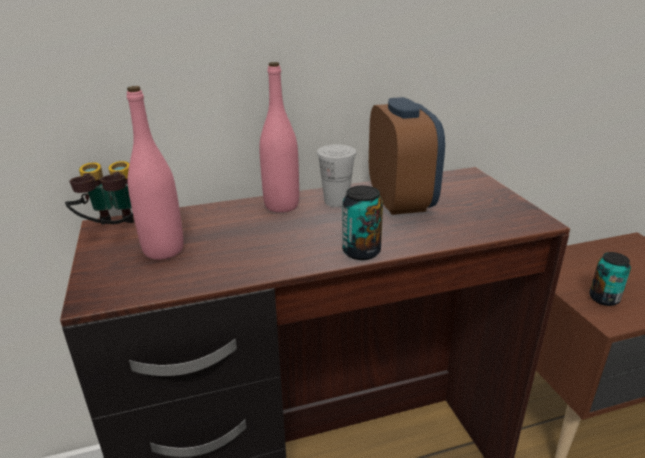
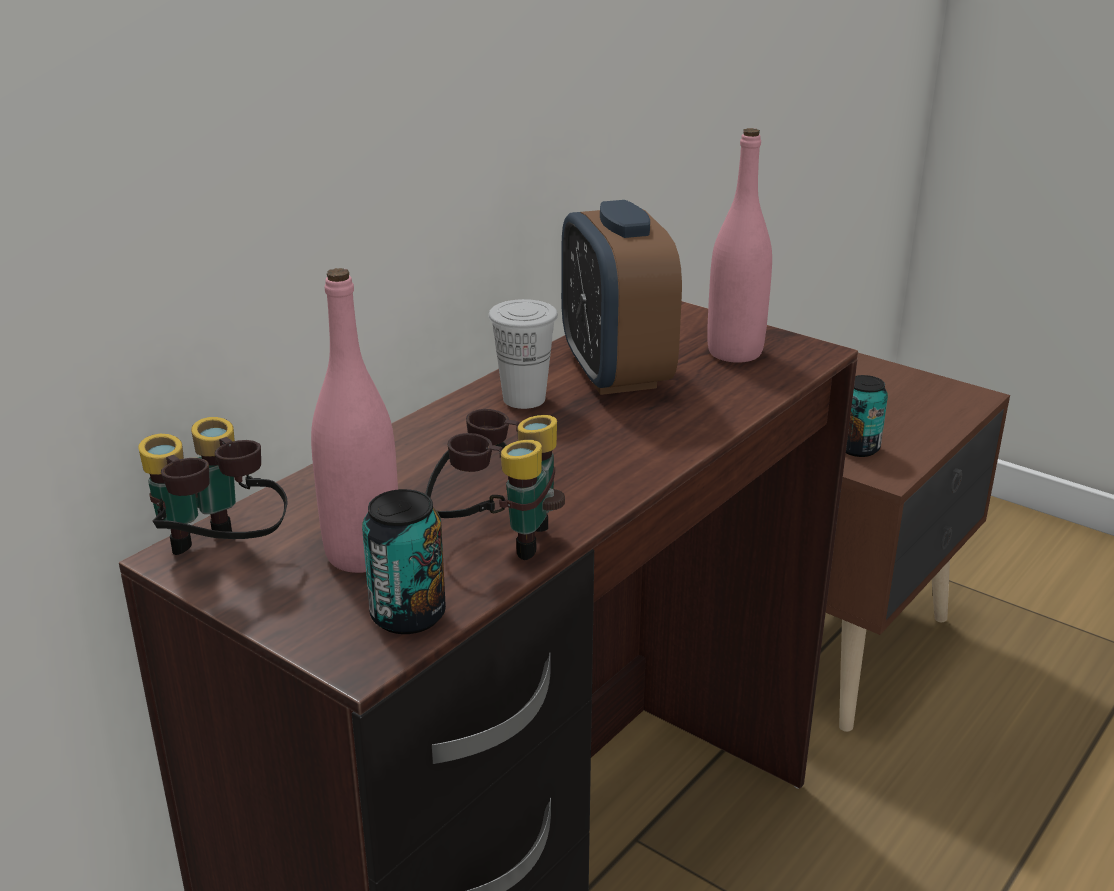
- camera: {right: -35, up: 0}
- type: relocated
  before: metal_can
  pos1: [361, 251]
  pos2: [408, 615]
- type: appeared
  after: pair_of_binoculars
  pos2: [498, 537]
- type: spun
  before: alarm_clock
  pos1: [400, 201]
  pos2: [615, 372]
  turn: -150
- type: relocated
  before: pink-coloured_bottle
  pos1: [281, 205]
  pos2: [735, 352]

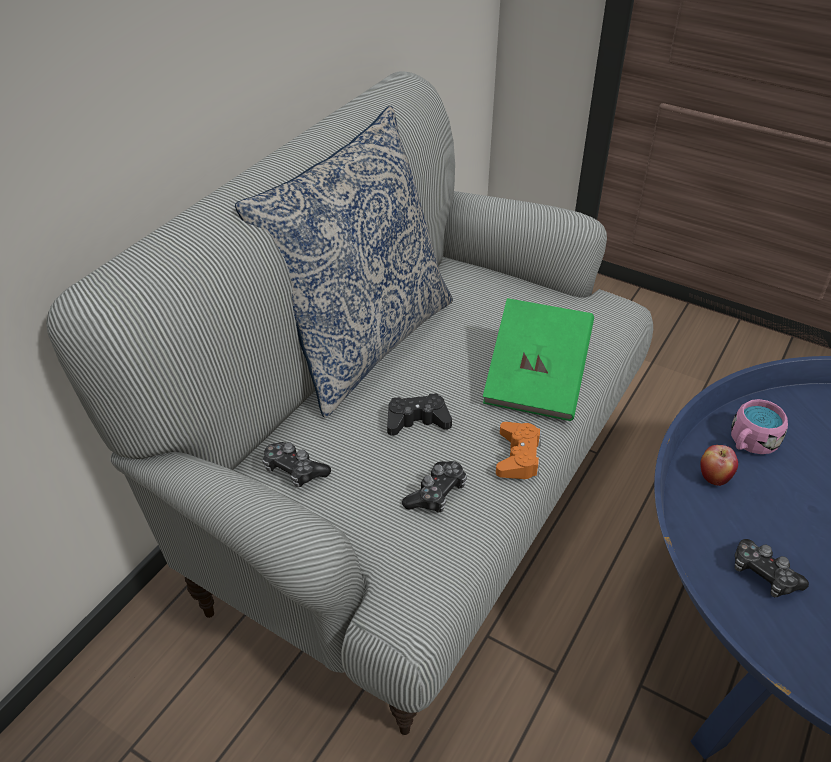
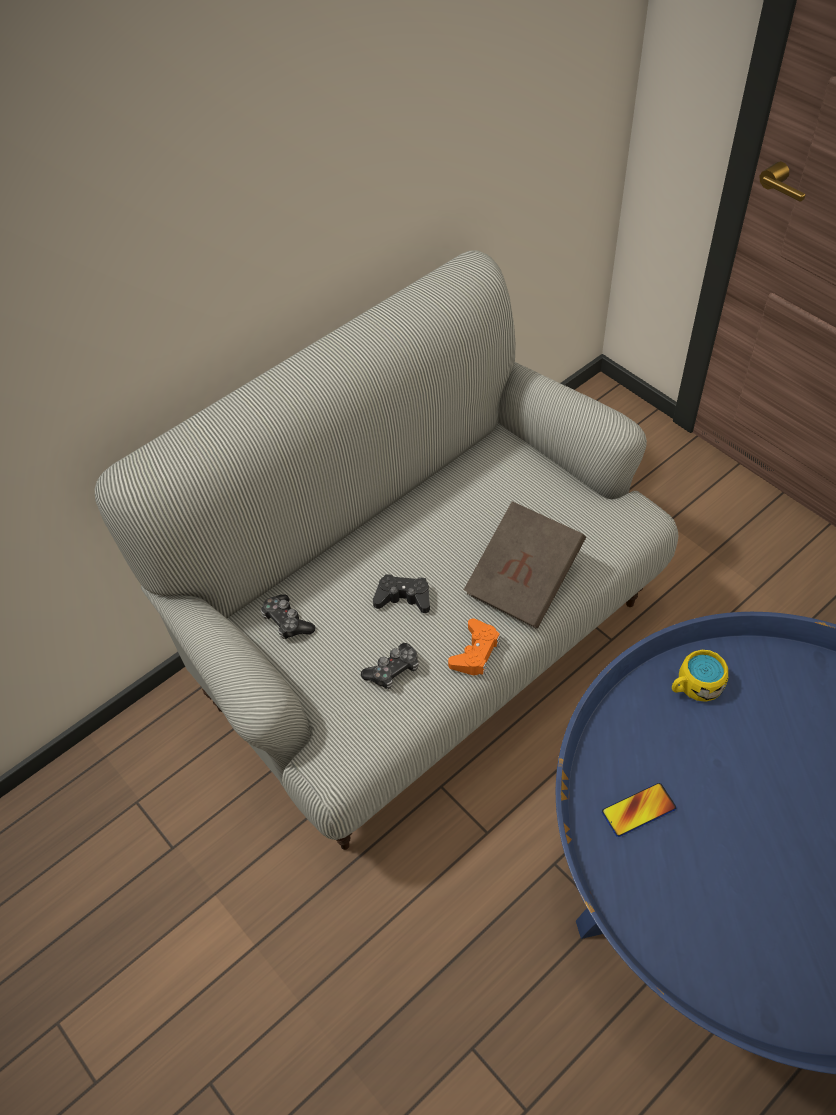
- camera: {right: 20, up: 10}
- type: colour
  before: green-coloured_volume
  after: brownish_volume
  pos1: [536, 381]
  pos2: [524, 581]
- type: exchanged
  before: joypad
  after: handset
  pos1: [763, 575]
  pos2: [638, 810]
- type: colour
  before: pink-coloured_tea_mug
  after: yellow-coloured_tea_mug
  pos1: [750, 443]
  pos2: [694, 686]
- type: missing
  before: cushion
  pos1: [363, 342]
- type: missing
  before: apple
  pos1: [713, 477]

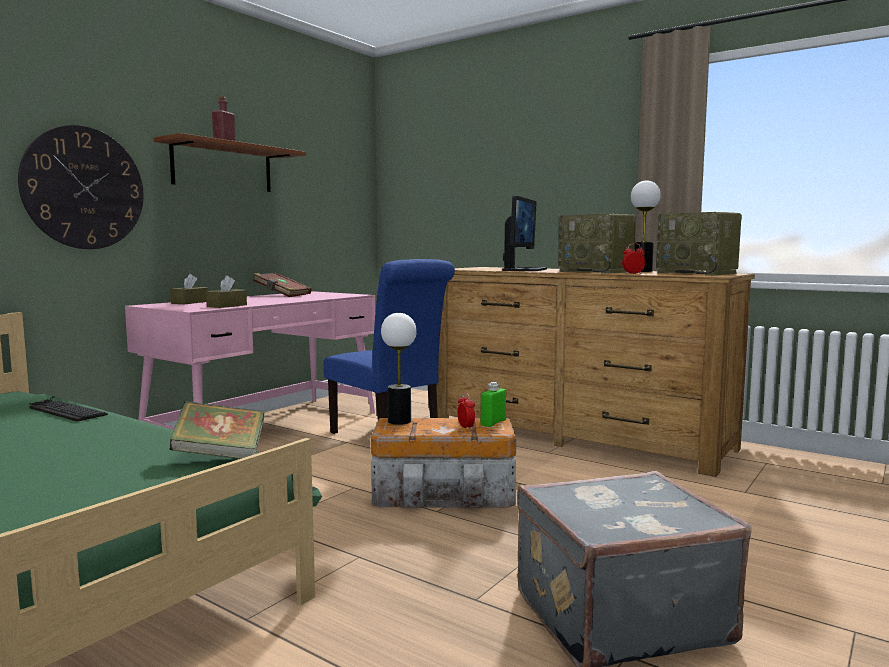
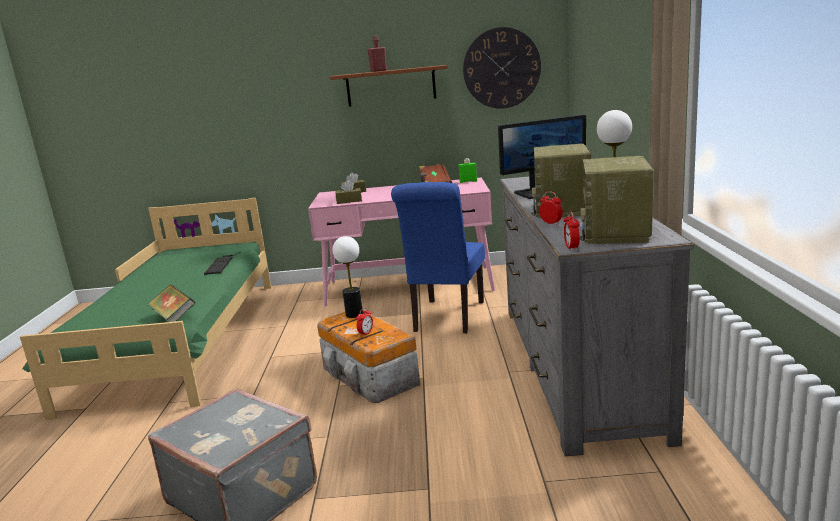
- camera: {right: 55, up: 10}
- type: relocated
  before: green-coloured_bottle
  pos1: [493, 423]
  pos2: [468, 181]
- type: relocated
  before: clock_on_the_wall
  pos1: [84, 188]
  pos2: [501, 68]
- type: colour
  before: brownish_drawer_chest
  after: grey_drawer_chest
  pos1: [577, 435]
  pos2: [576, 365]
- type: appeared
  after: alarm_clock
  pos2: [571, 248]

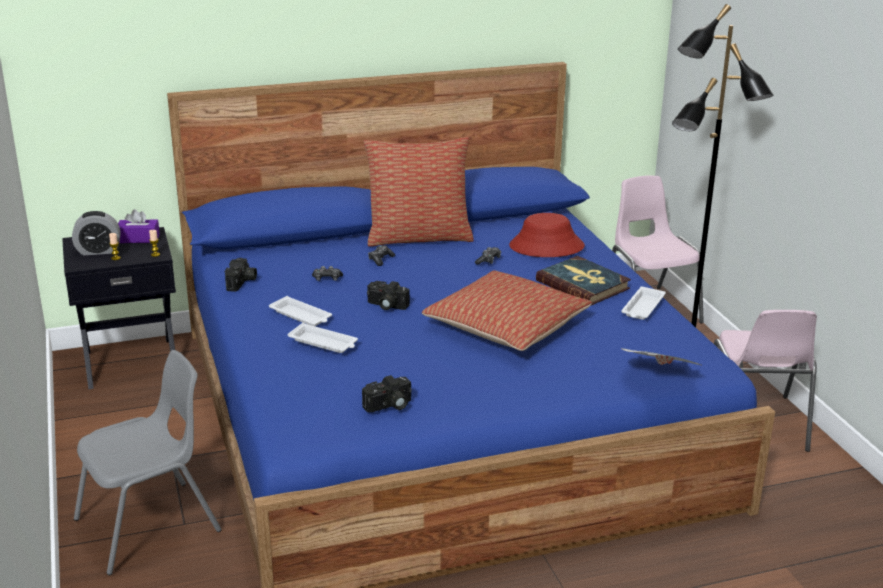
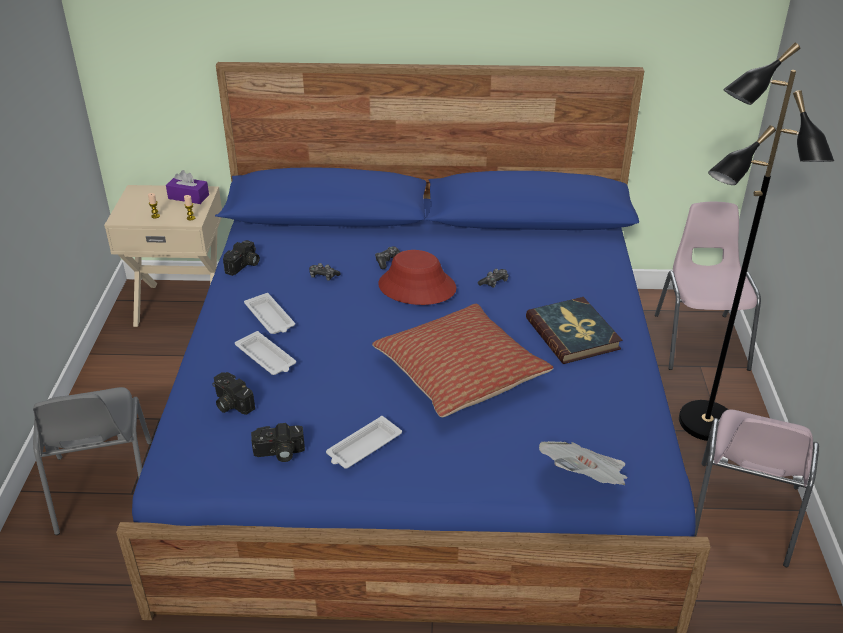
- camera: {right: 20, up: 10}
- type: spun
  before: grey_upright_chair
  pos1: [150, 526]
  pos2: [103, 488]
  turn: 90
- type: colour
  before: black_bedside_table
  after: beige_bedside_table
  pos1: [131, 361]
  pos2: [182, 304]
- type: relocated
  before: still_camera
  pos1: [386, 305]
  pos2: [230, 403]
- type: relocated
  before: white-coloured_tray
  pos1: [642, 307]
  pos2: [363, 447]
- type: relocated
  before: reddish_wearable_hat
  pos1: [546, 246]
  pos2: [416, 287]
- type: missing
  before: alarm_clock
  pos1: [98, 251]
- type: missing
  before: cushion
  pos1: [418, 237]

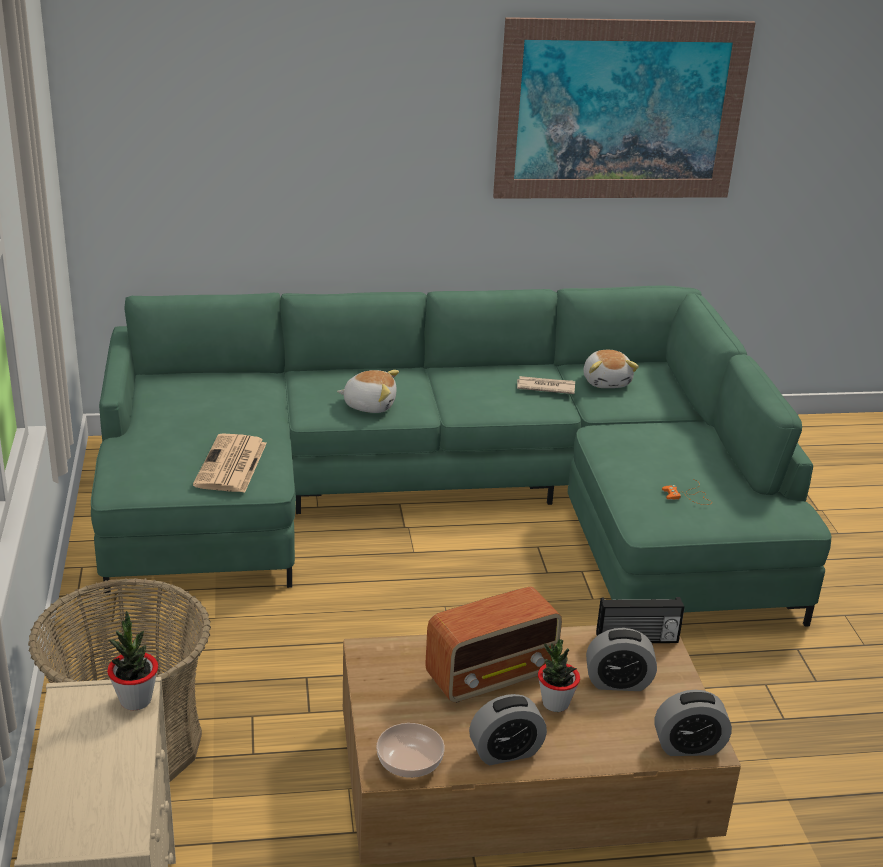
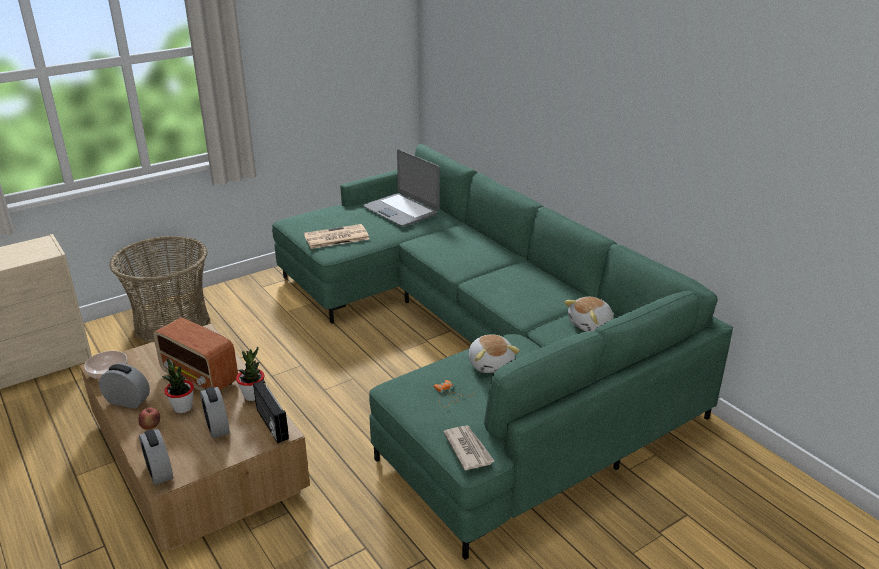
- camera: {right: 65, up: 0}
- type: spun
  before: alarm_clock
  pos1: [505, 752]
  pos2: [127, 401]
  turn: 150
- type: appeared
  after: apple
  pos2: [151, 427]
- type: relocated
  before: potted_plant
  pos1: [135, 700]
  pos2: [253, 395]
- type: appeared
  after: portable_computer
  pos2: [401, 210]
- type: relocated
  before: printed_paper
  pos1: [545, 387]
  pos2: [468, 449]
- type: relocated
  before: plush_toy
  pos1: [369, 405]
  pos2: [491, 363]
- type: missing
  before: picture
  pos1: [620, 110]

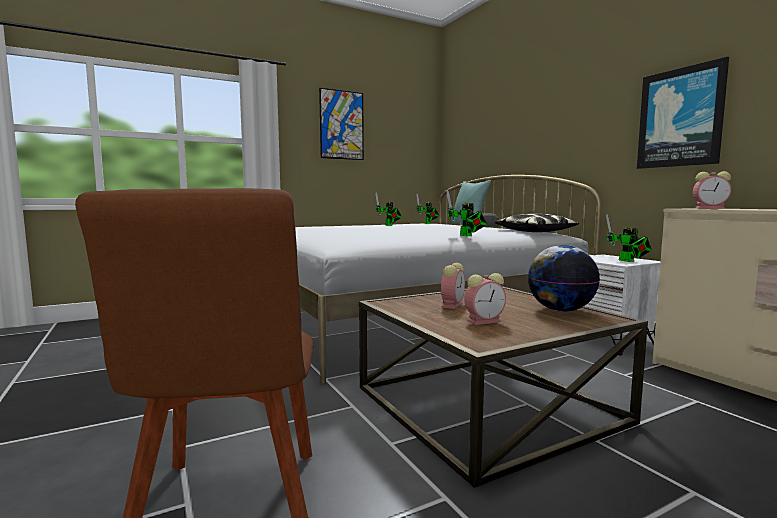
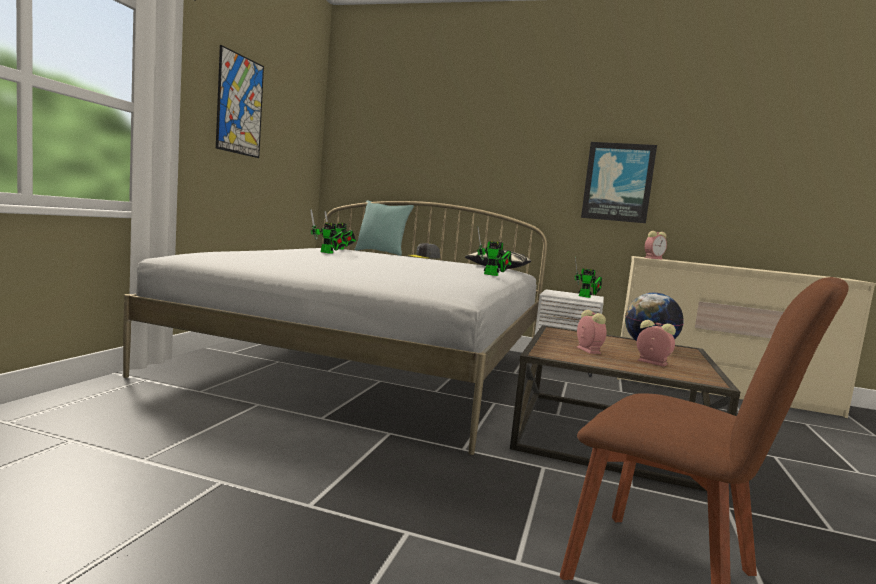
- camera: {right: -45, up: 0}
- type: spun
  before: alarm_clock
  pos1: [485, 321]
  pos2: [651, 362]
  turn: -75

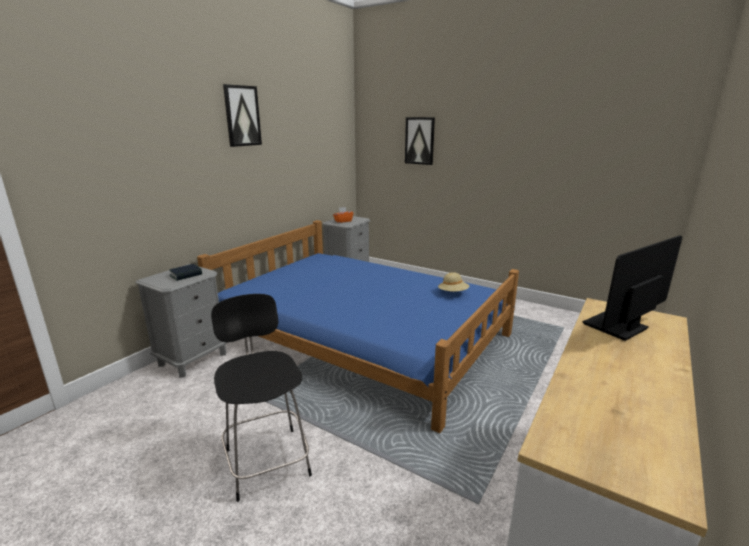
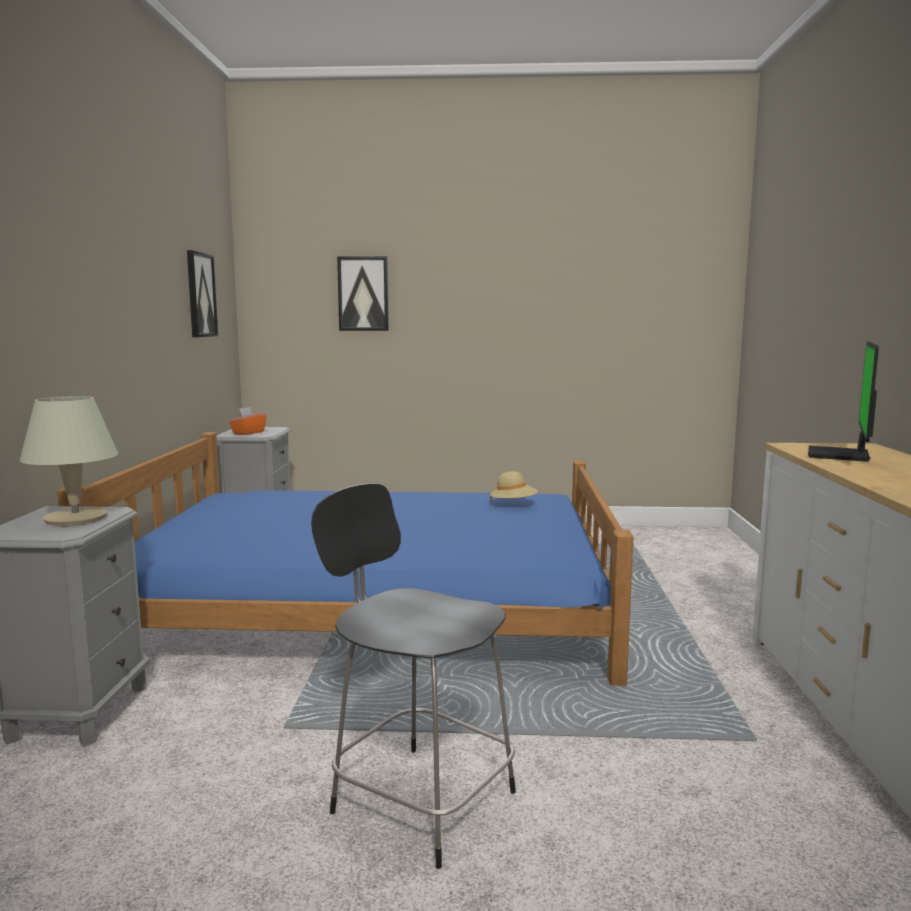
- camera: {right: -30, up: -10}
- type: exchanged
  before: volume
  after: beige_tabletop_lamp
  pos1: [186, 275]
  pos2: [76, 518]
- type: relocated
  before: picture
  pos1: [242, 116]
  pos2: [200, 295]

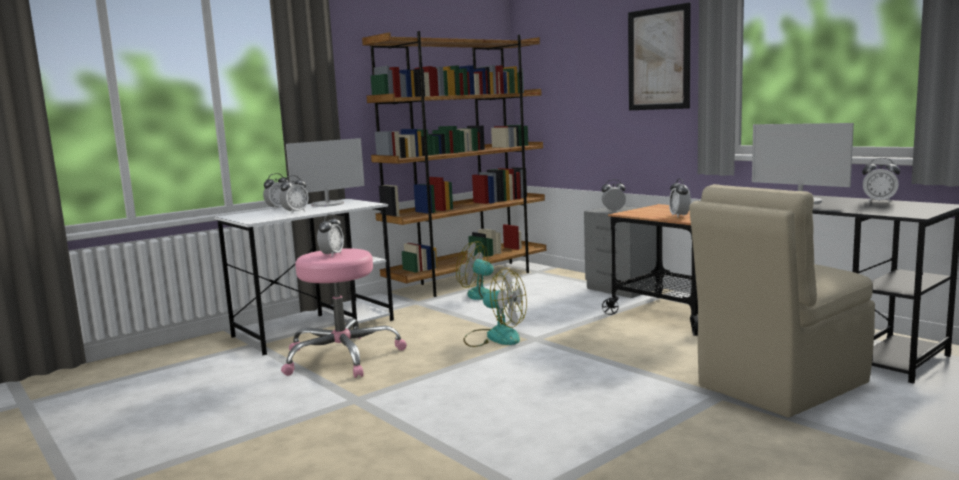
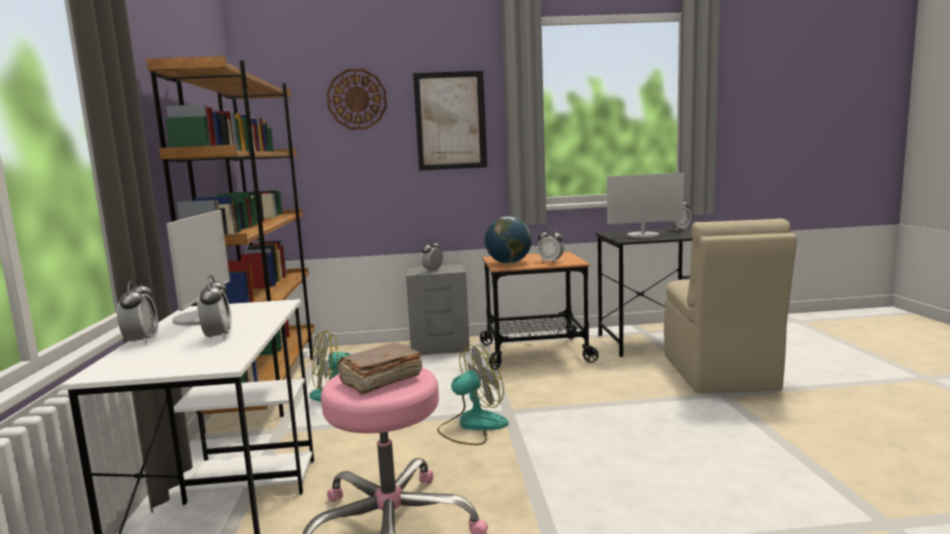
- camera: {right: -55, up: 0}
- type: appeared
  after: clock_on_the_wall
  pos2: [357, 99]
- type: exchanged
  before: alarm_clock
  after: brownish_volume
  pos1: [332, 255]
  pos2: [380, 380]
- type: appeared
  after: globe
  pos2: [508, 263]

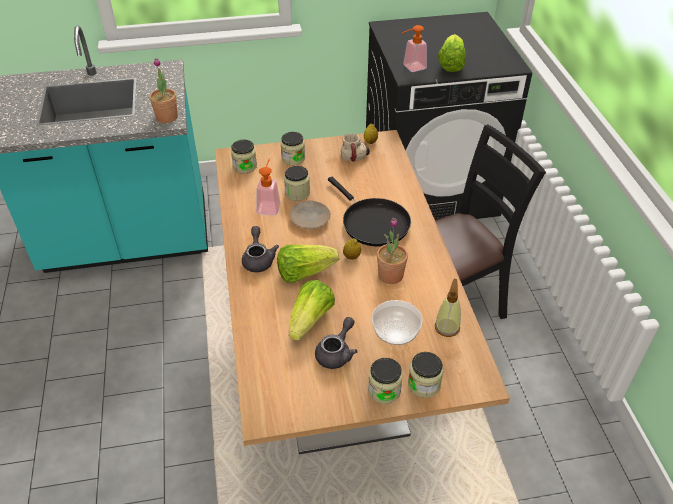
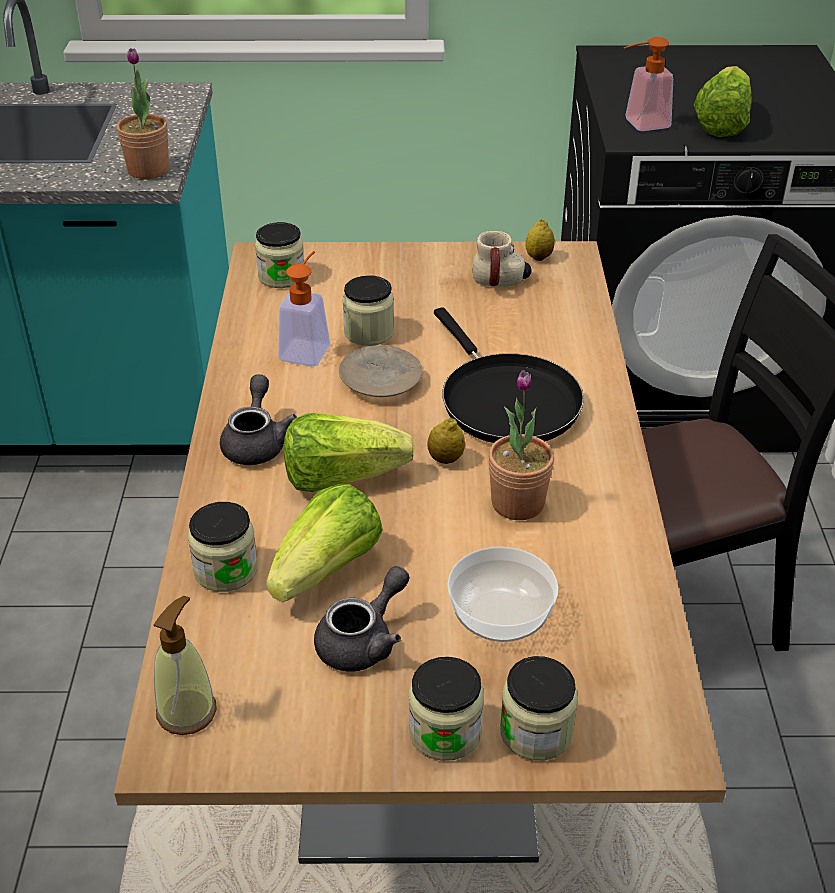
- camera: {right: 10, up: -5}
- type: relocated
  before: soap_bottle
  pos1: [447, 327]
  pos2: [187, 711]
- type: relocated
  before: preserve_jar
  pos1: [293, 158]
  pos2: [226, 570]

